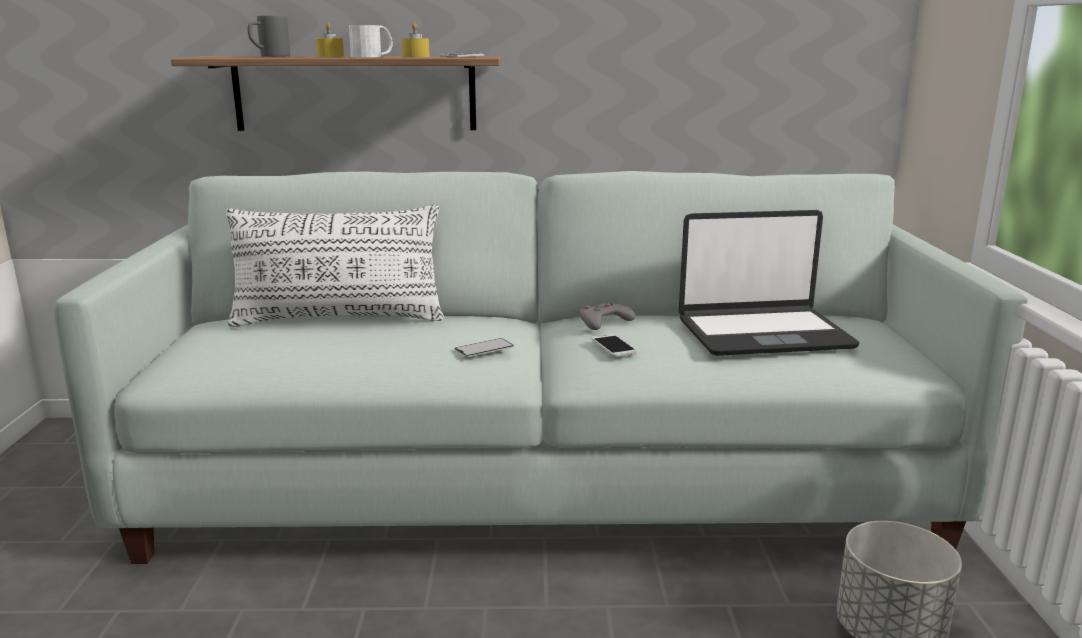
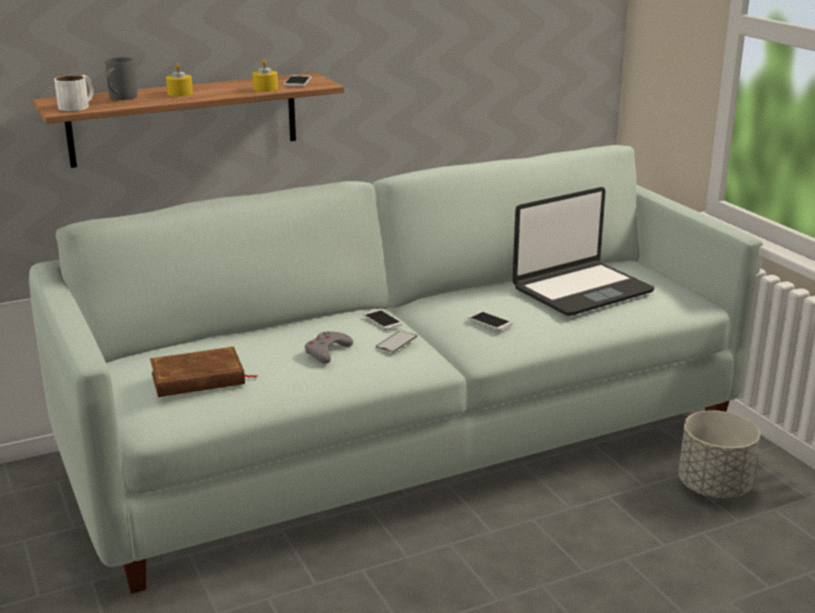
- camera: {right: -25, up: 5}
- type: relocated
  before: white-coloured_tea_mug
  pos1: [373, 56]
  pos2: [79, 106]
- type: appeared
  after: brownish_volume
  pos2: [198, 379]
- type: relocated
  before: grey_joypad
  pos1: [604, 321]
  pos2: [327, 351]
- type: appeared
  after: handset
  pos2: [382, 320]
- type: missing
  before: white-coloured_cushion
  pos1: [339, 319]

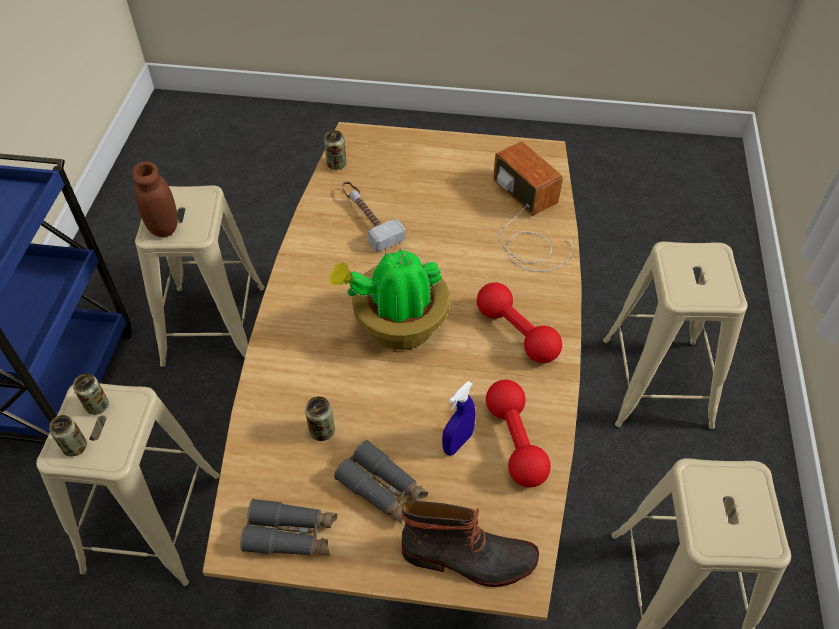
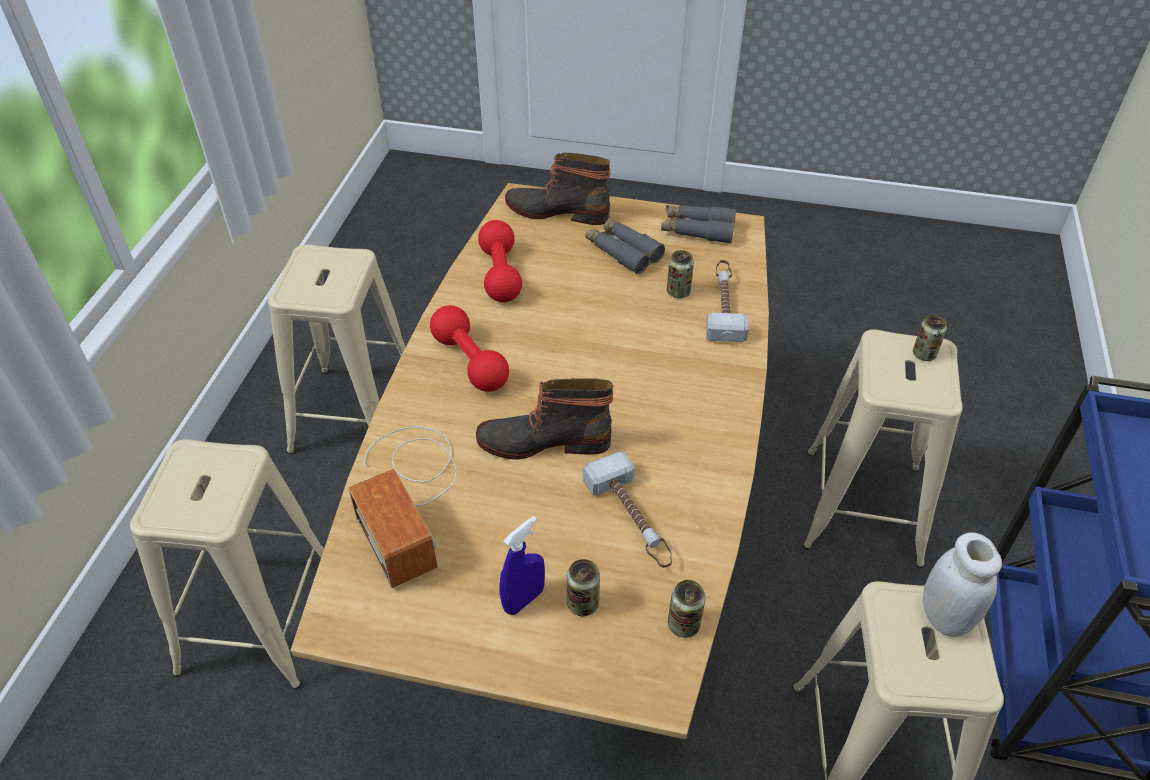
- camera: {right: -175, up: -5}
- type: appeared
  after: tall_boot
  pos2: [544, 440]
- type: relocated
  before: bluish_hand_sprayer
  pos1: [457, 443]
  pos2: [523, 600]
- type: relocated
  before: metal_can
  pos1: [97, 406]
  pos2: [583, 604]
- type: appeared
  after: hammer
  pos2: [723, 305]
- type: colour
  before: brownish_preserve_jar
  after: white-coloured_preserve_jar
  pos1: [164, 227]
  pos2: [945, 617]
- type: missing
  before: potted_plant
  pos1: [397, 327]

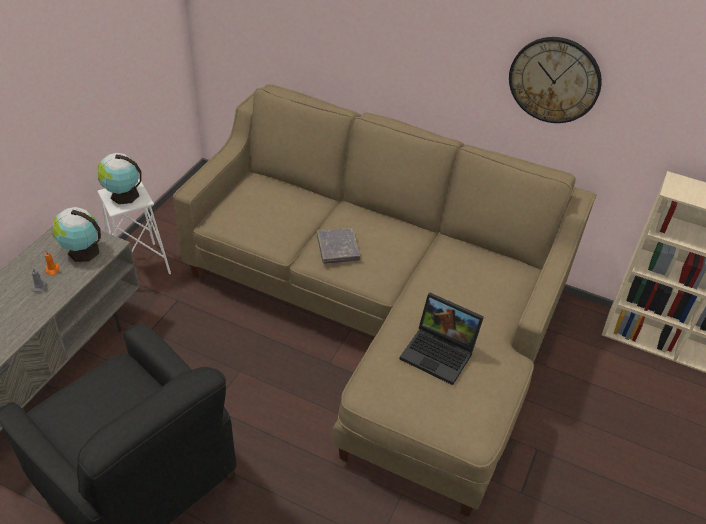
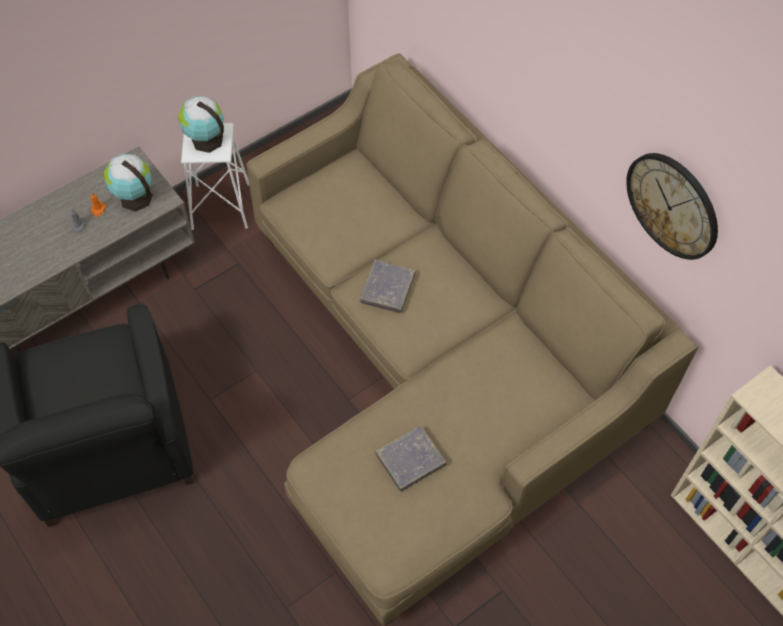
- camera: {right: 30, up: 15}
- type: exchanged
  before: portable_computer
  after: grey_volume
  pos1: [440, 353]
  pos2: [410, 460]

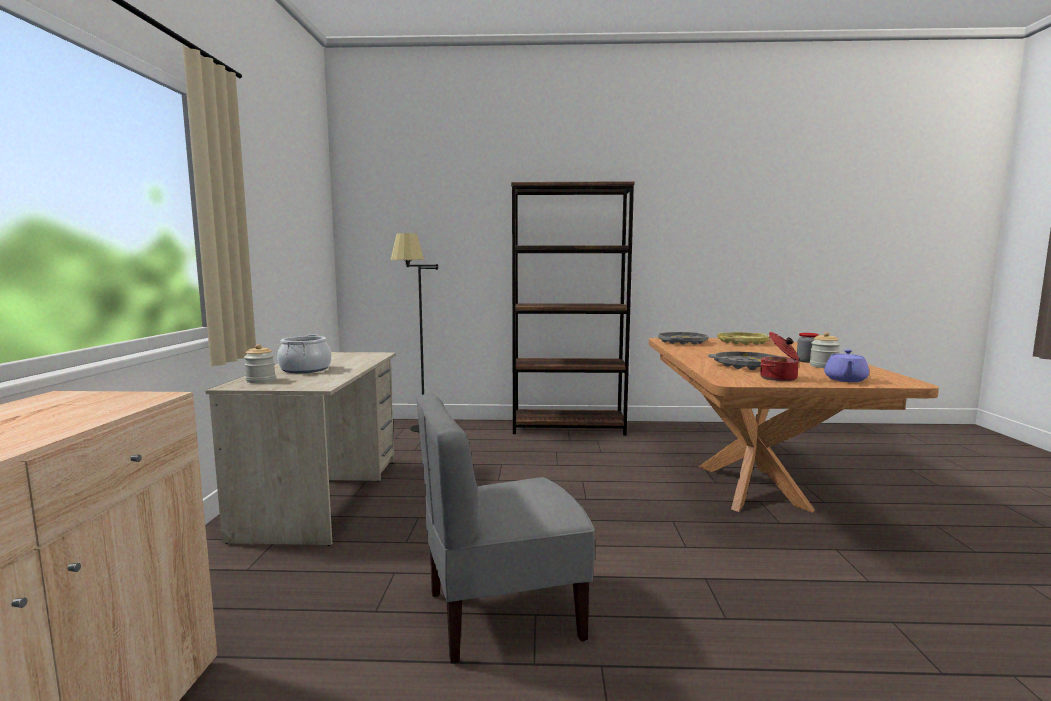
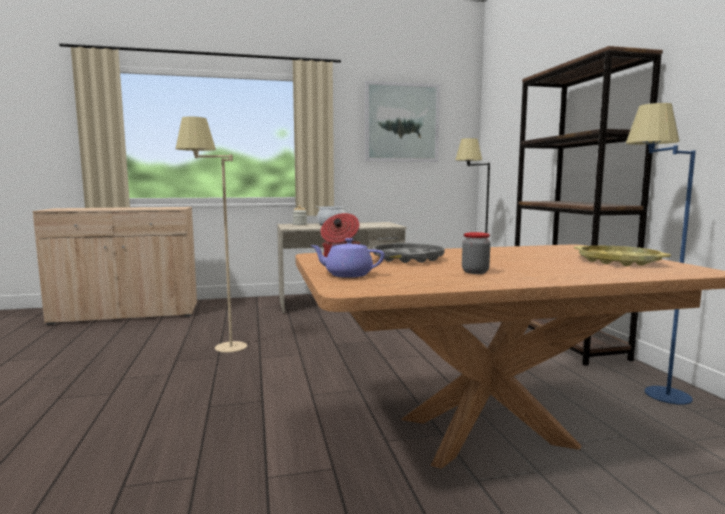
- camera: {right: 75, up: 0}
- type: exchanged
  before: grey_upright_chair
  after: beige_floor_lamp
  pos1: [502, 614]
  pos2: [218, 351]
- type: appeared
  after: picture
  pos2: [401, 122]
- type: appeared
  after: bluish_floor_lamp
  pos2: [646, 390]
- type: missing
  before: grey_tray
  pos1: [682, 342]
- type: missing
  before: preserve_jar
  pos1: [823, 366]

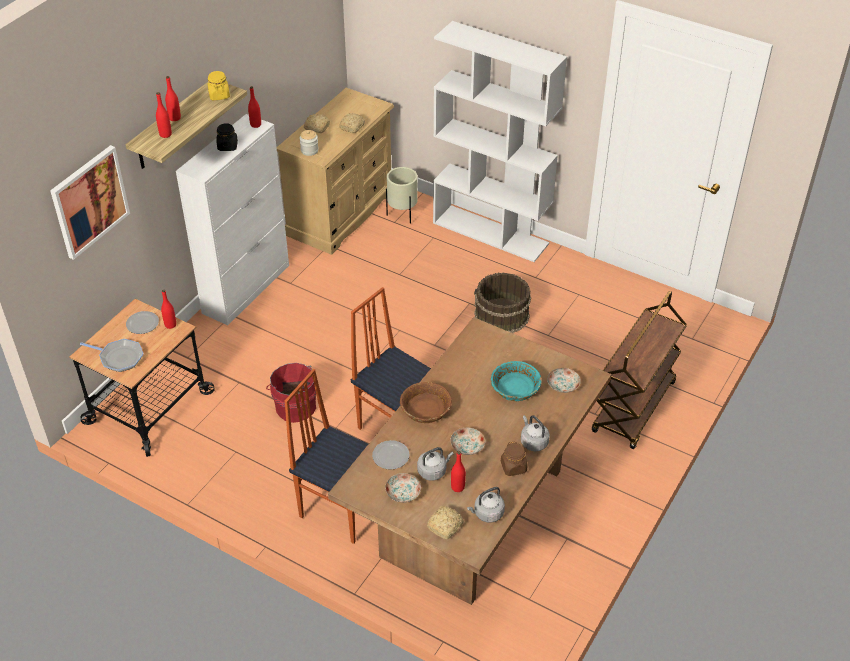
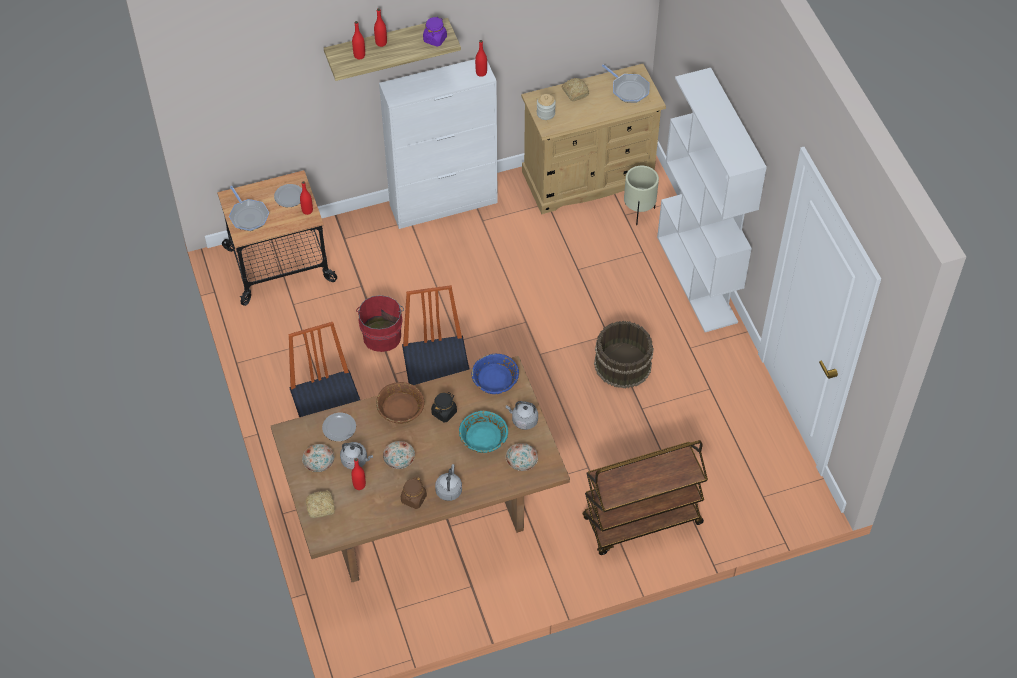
- camera: {right: 40, up: 10}
- type: colour
  before: yellow-coloured_preserve_jar
  after: purple_preserve_jar
  pos1: [219, 95]
  pos2: [435, 39]
- type: relocated
  before: black_preserve_jar
  pos1: [227, 146]
  pos2: [444, 412]
- type: appeared
  after: bluish_bowl
  pos2: [495, 379]
- type: relocated
  before: grey_water_kettle
  pos1: [487, 514]
  pos2: [523, 420]
- type: appeared
  after: pan
  pos2: [628, 89]
- type: missing
  before: picture
  pos1: [89, 201]
- type: missing
  before: bread
  pos1: [352, 126]

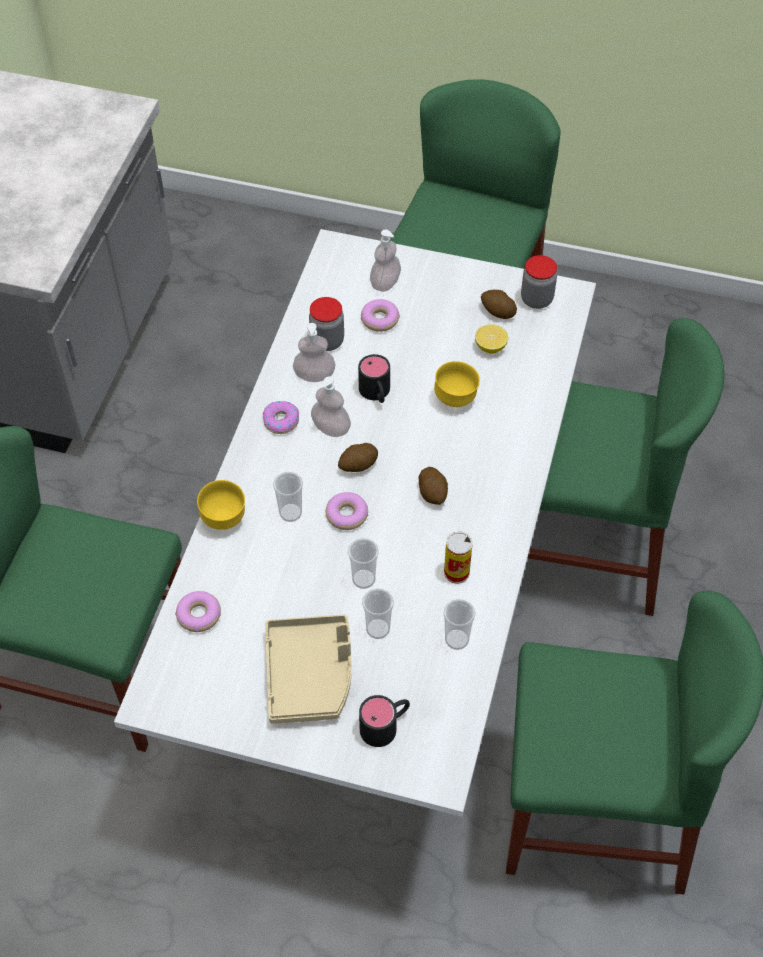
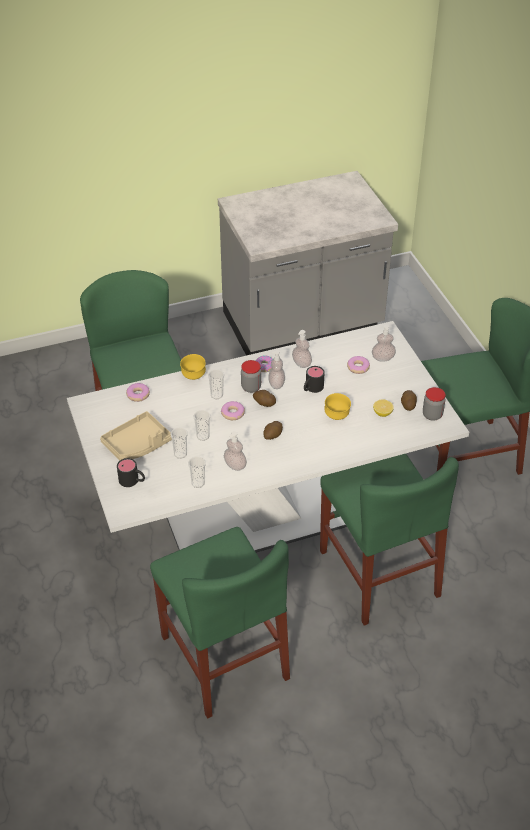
- camera: {right: 55, up: -10}
- type: exchanged
  before: metal_can
  after: soap_bottle
  pos1: [456, 572]
  pos2: [235, 465]
- type: relocated
  before: preserve_jar
  pos1: [327, 341]
  pos2: [251, 387]

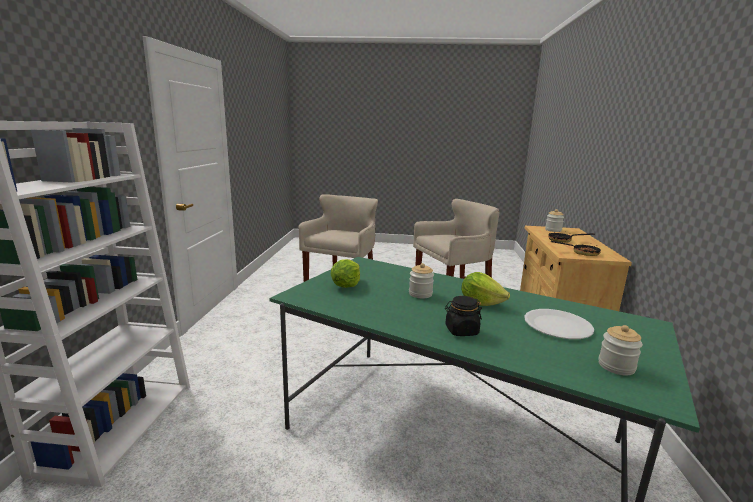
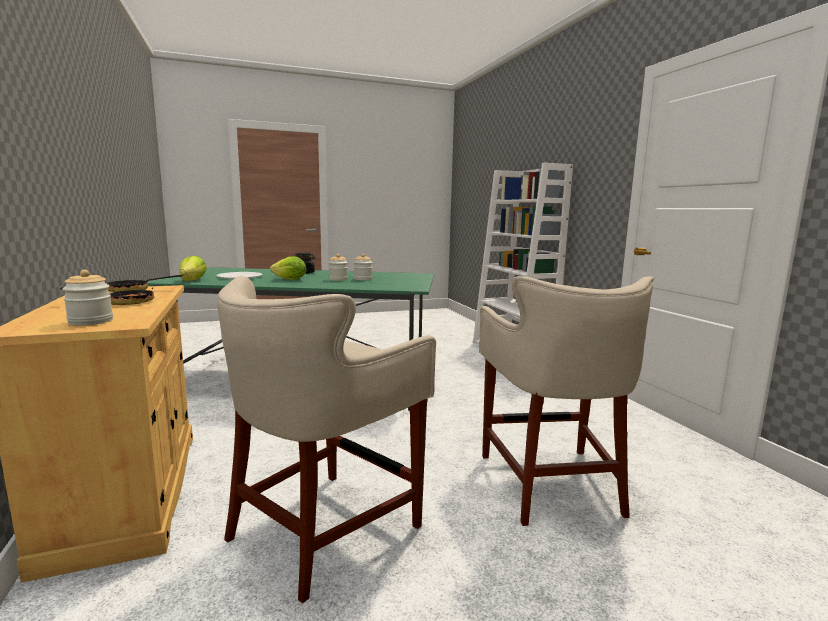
- camera: {right: 155, up: -5}
- type: relocated
  before: lettuce
  pos1: [346, 285]
  pos2: [193, 280]
- type: relocated
  before: preserve_jar
  pos1: [616, 366]
  pos2: [363, 279]

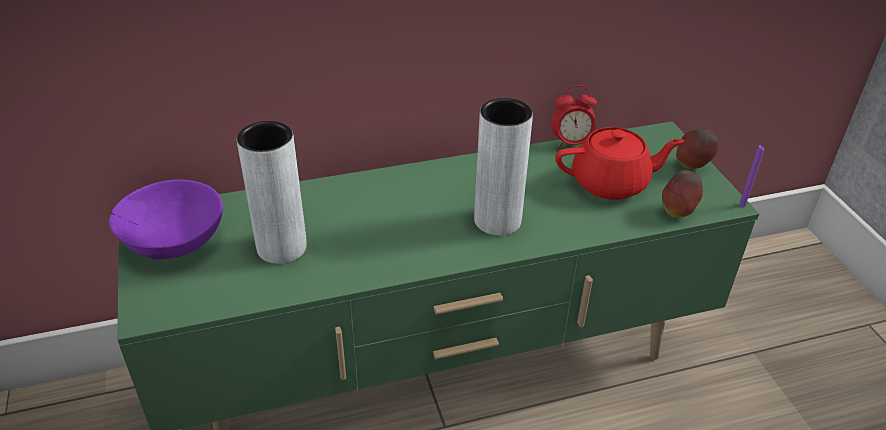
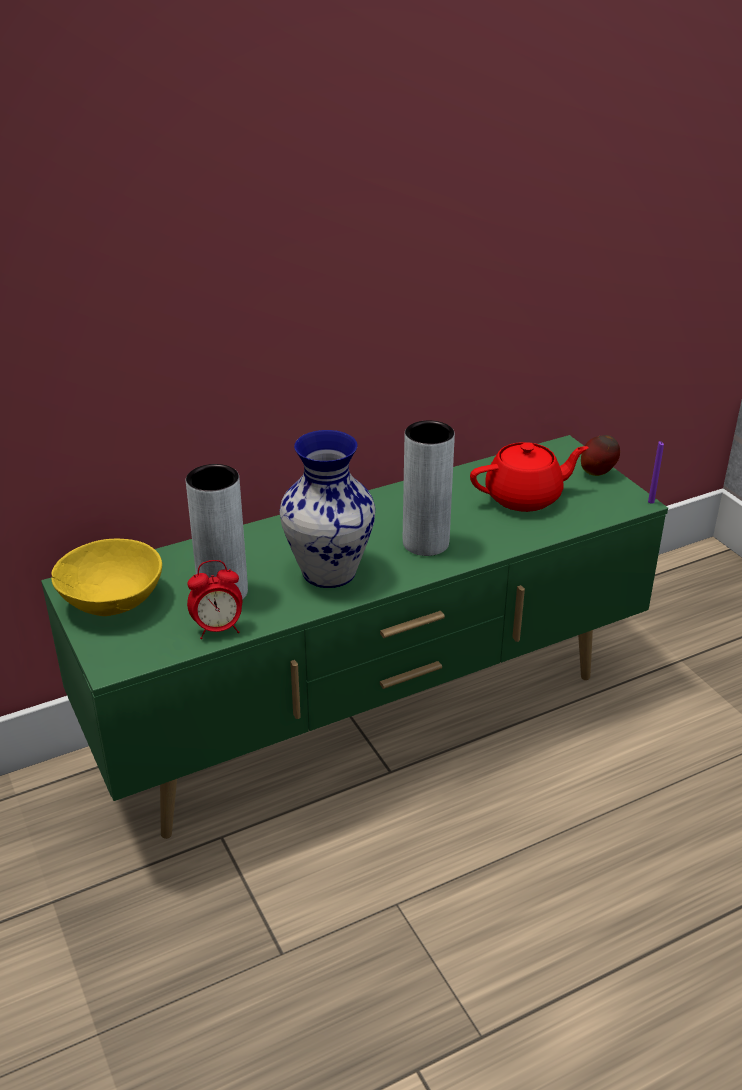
- camera: {right: -10, up: -5}
- type: colour
  before: purple_bowl
  after: yellow-coloured_bowl
  pos1: [173, 240]
  pos2: [111, 600]
- type: relocated
  before: alarm_clock
  pos1: [571, 144]
  pos2: [218, 629]
- type: appeared
  after: vase
  pos2: [327, 572]
- type: missing
  before: apple
  pos1: [677, 212]

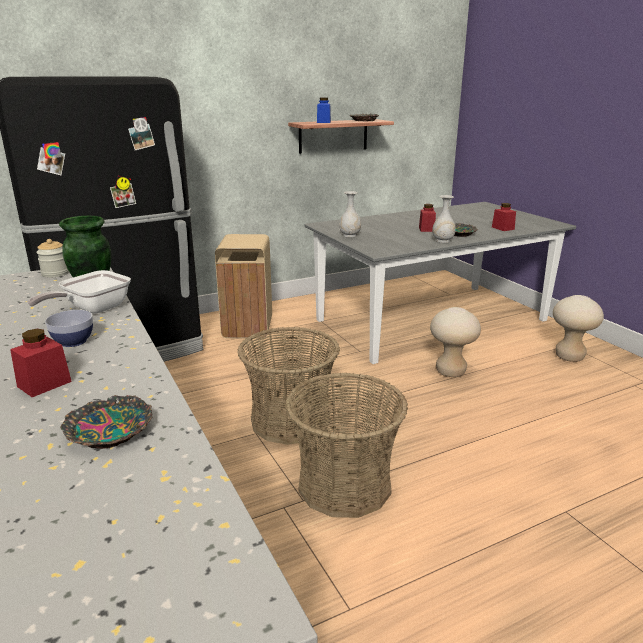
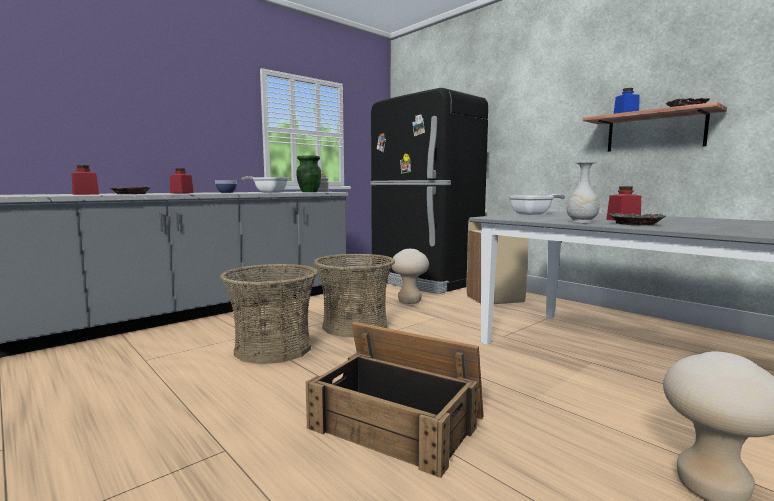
- camera: {right: 75, up: -15}
- type: relocated
  before: reddish_preserve_jar
  pos1: [503, 228]
  pos2: [85, 194]
- type: appeared
  after: packing_crate
  pos2: [398, 422]
- type: relocated
  before: beige_sitting_stool
  pos1: [450, 372]
  pos2: [409, 301]
- type: exchanged
  before: white-coloured_vase
  after: pan
  pos1: [350, 235]
  pos2: [534, 214]

